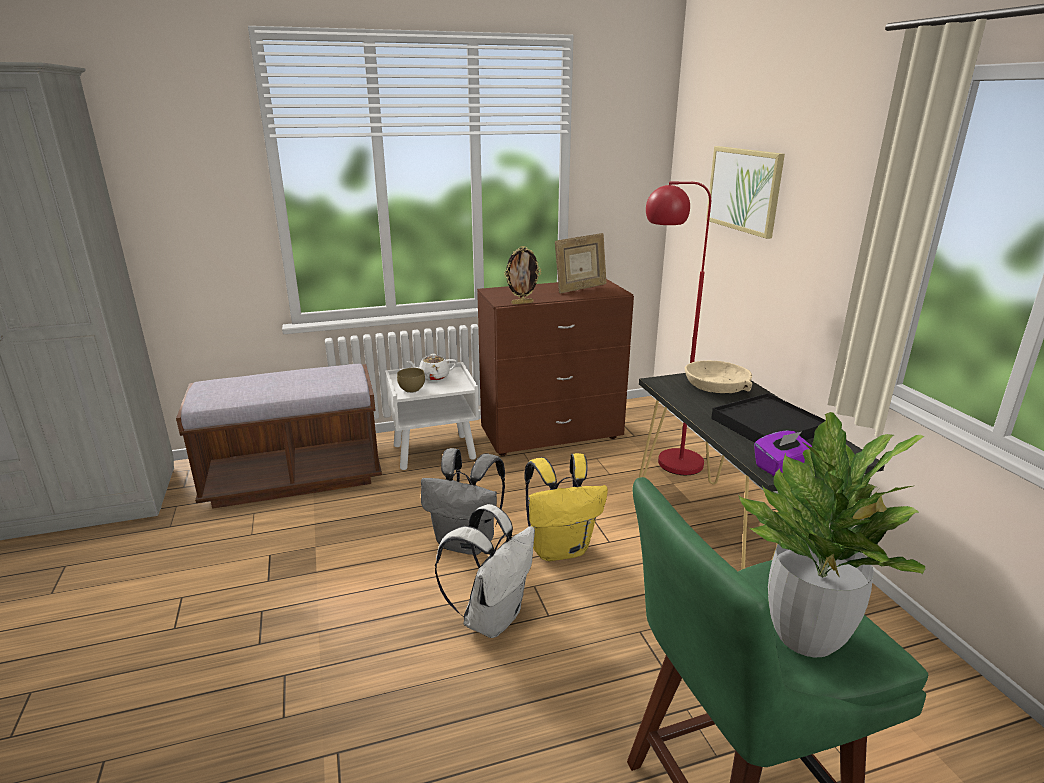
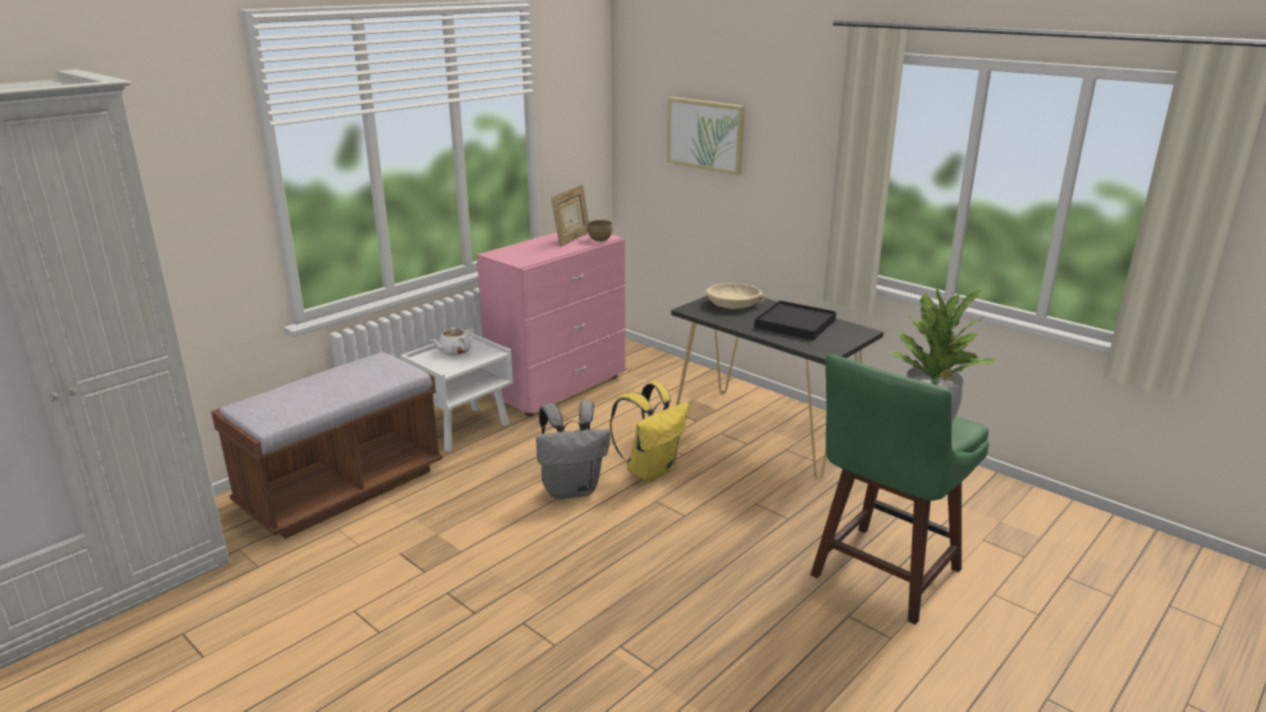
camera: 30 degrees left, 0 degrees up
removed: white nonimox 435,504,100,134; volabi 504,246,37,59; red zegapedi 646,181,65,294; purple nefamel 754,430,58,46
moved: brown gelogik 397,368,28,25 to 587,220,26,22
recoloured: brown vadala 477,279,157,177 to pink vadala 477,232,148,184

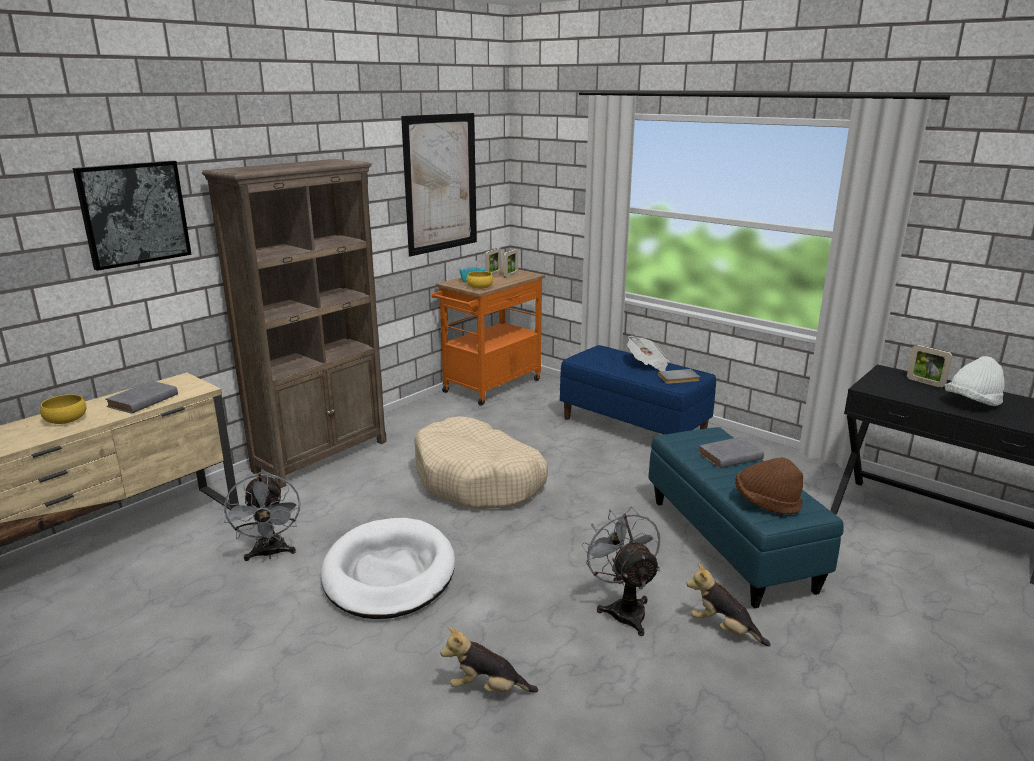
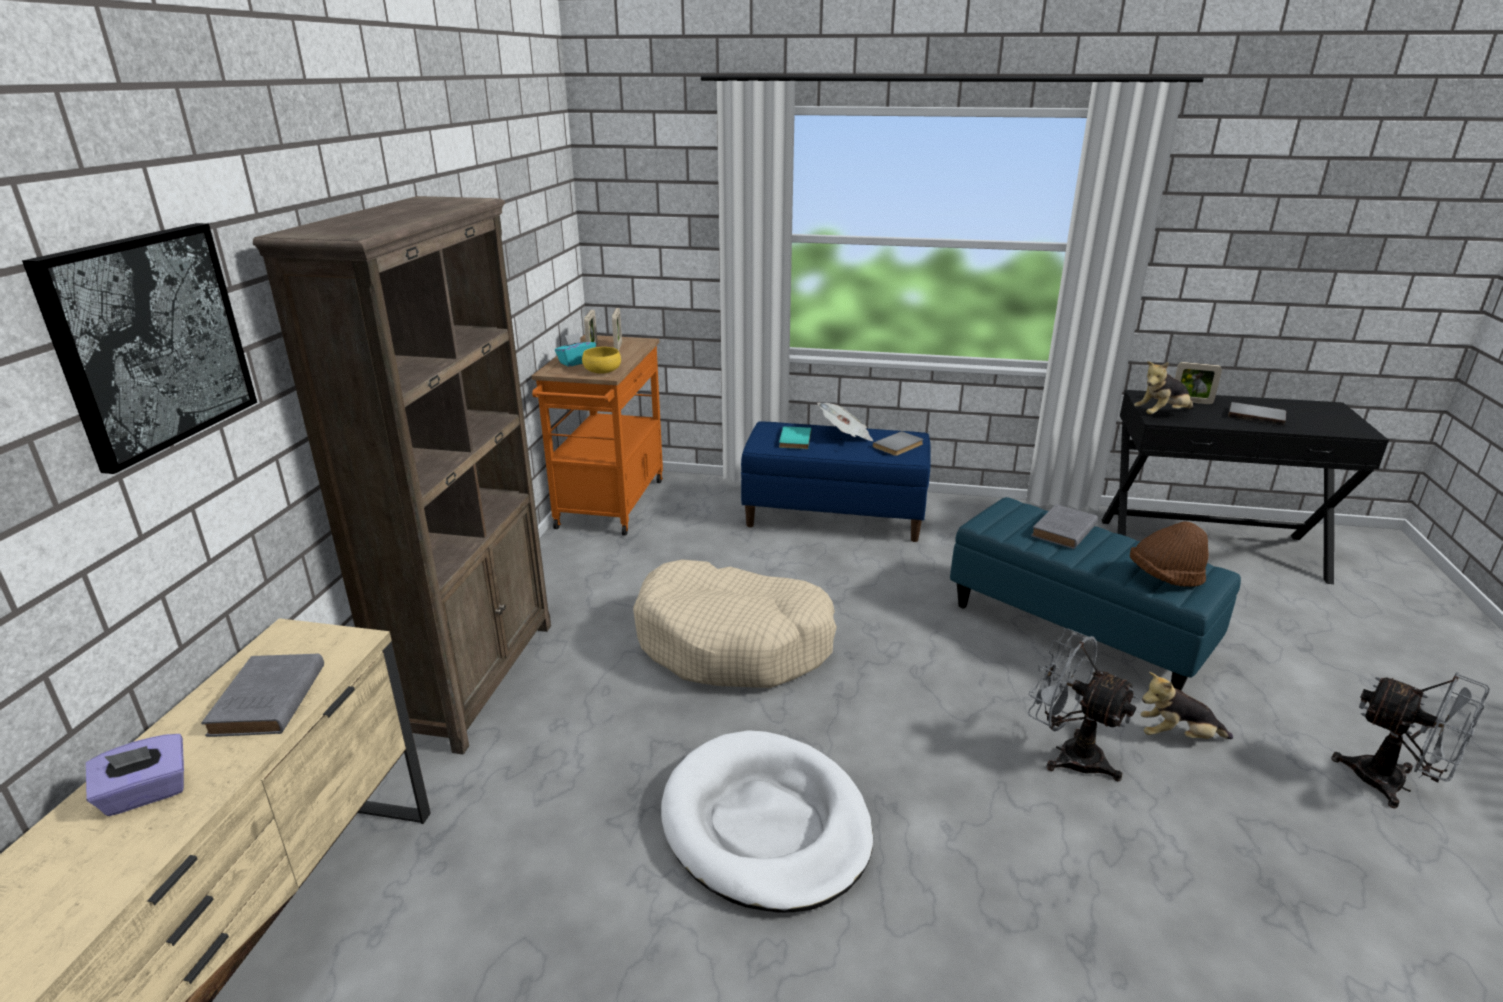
camera: 30 degrees left, 5 degrees up
removed: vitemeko 401,113,76,144
added: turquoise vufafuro 779,426,33,23
moved: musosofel 440,627,98,66 to 1134,361,59,53; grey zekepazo 224,474,76,87 to 1332,672,158,136
replaced: yellow gelogik 40,394,46,30 to purple nefamel 86,734,98,82; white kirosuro 945,356,60,50 to grey vufafuro 1228,402,58,24

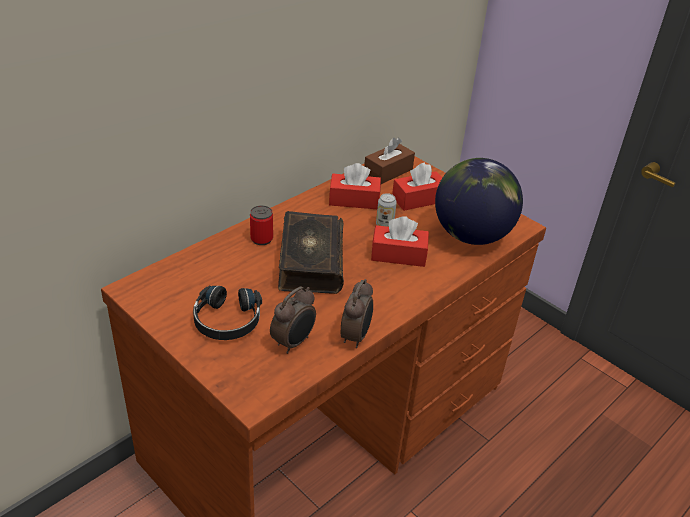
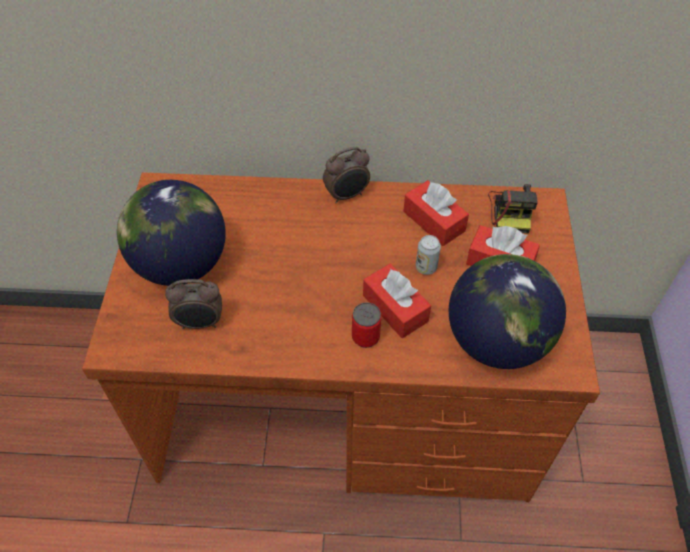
camera: 50 degrees right, 15 degrees up
removed: vufafuro 278,211,66,83
moved: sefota 341,279,32,69 to 323,147,47,57; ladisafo 250,206,23,39 to 352,302,29,46
replaced: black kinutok 193,285,69,55 to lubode 117,180,109,106; brown nefamel 364,138,51,46 to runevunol 488,184,50,50

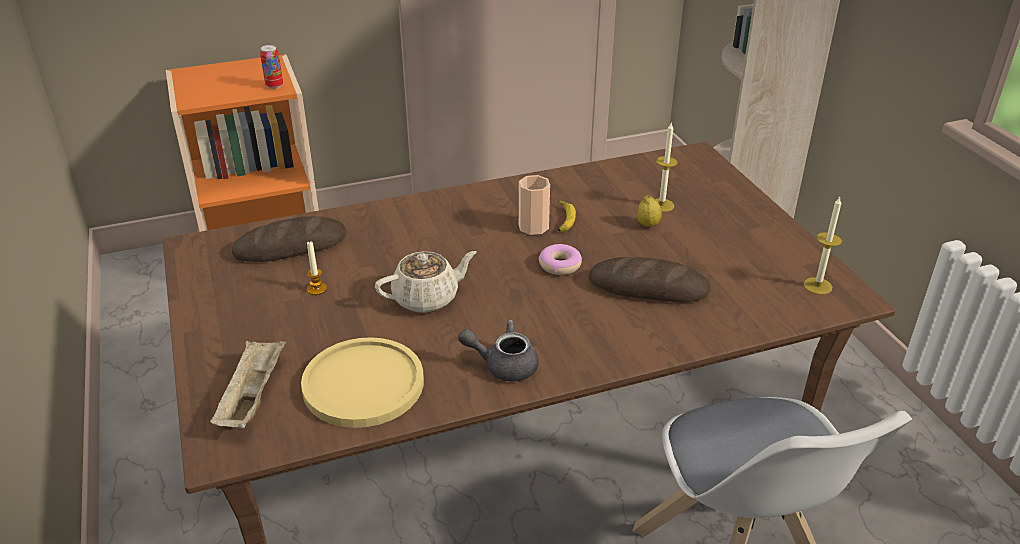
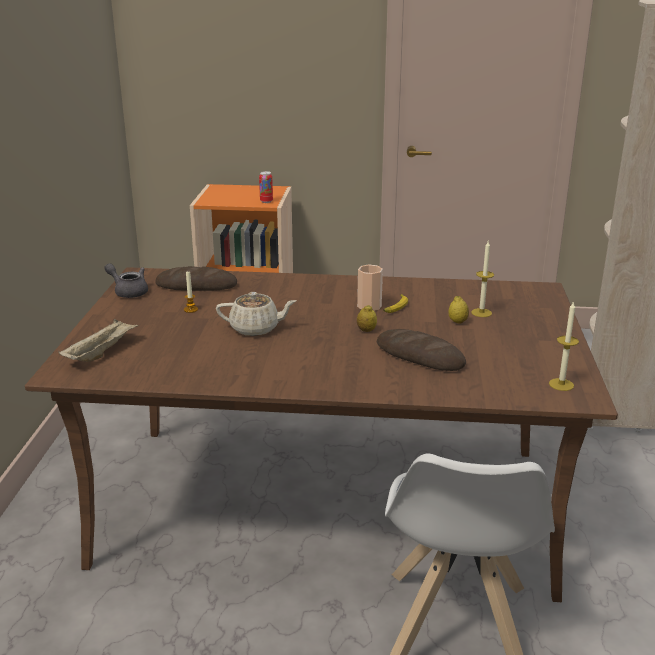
camera: 25 degrees right, 10 degrees down
removed: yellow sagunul 301,337,123,91
moved: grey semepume 458,320,81,62 to 104,263,44,35
replaced: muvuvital 538,244,44,31 to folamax 357,305,20,27

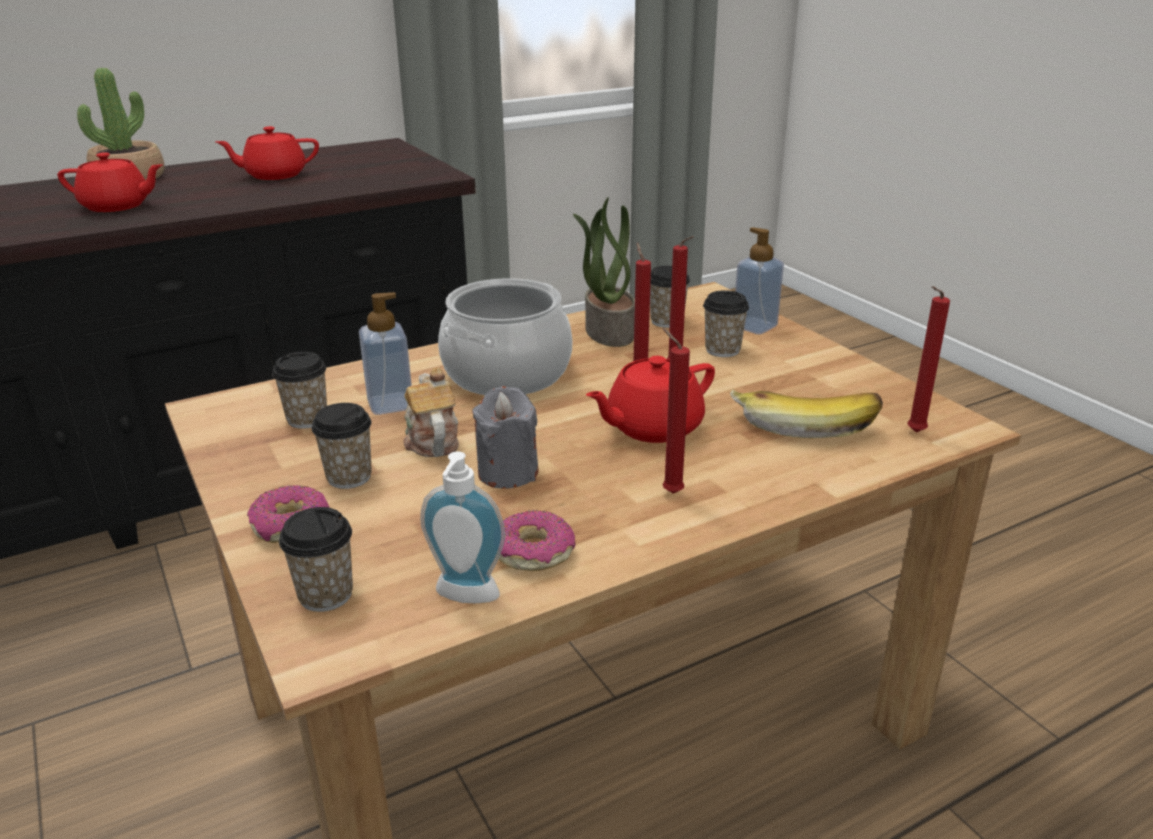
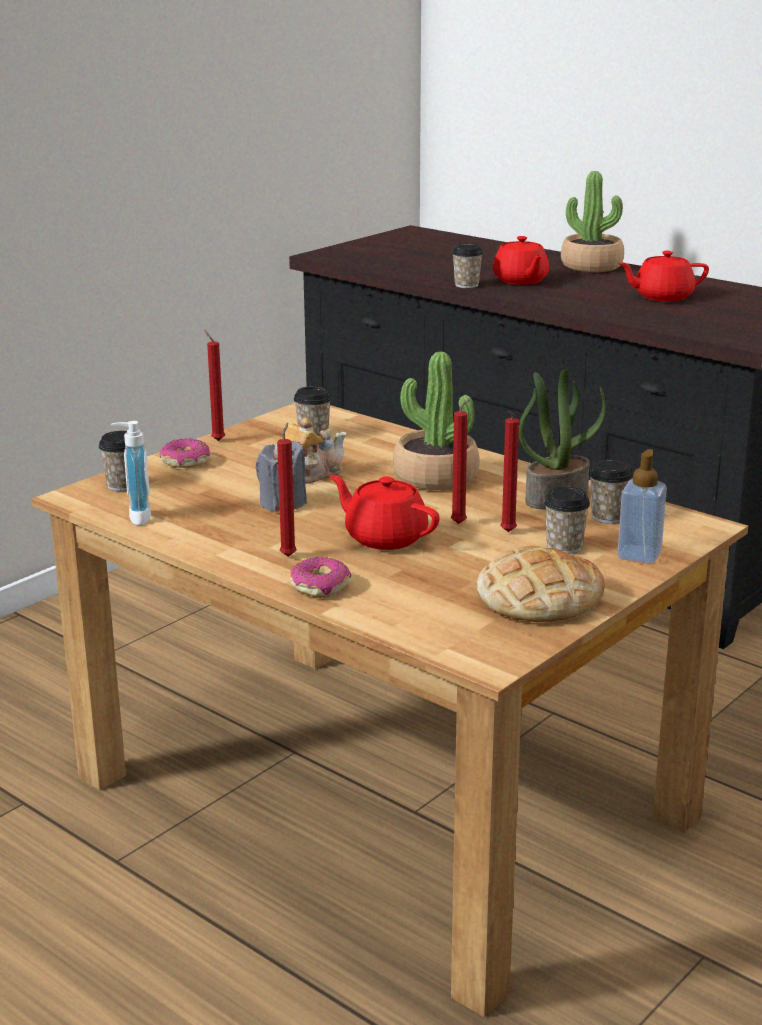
camera: 70 degrees right, 5 degrees down
removed: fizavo 359,292,53,123; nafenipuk 730,389,153,49
added: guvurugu 477,546,128,76
moved: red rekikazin 907,286,43,146 to 204,330,21,111; muvuvital 499,510,77,61 to 290,557,61,41; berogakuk 312,403,60,86 to 452,244,31,44
replaced: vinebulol 438,278,134,117 to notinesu 393,352,87,138
turned: red semepume 215,126,104,54 = 618,251,91,51 60 degrees counterclockwise

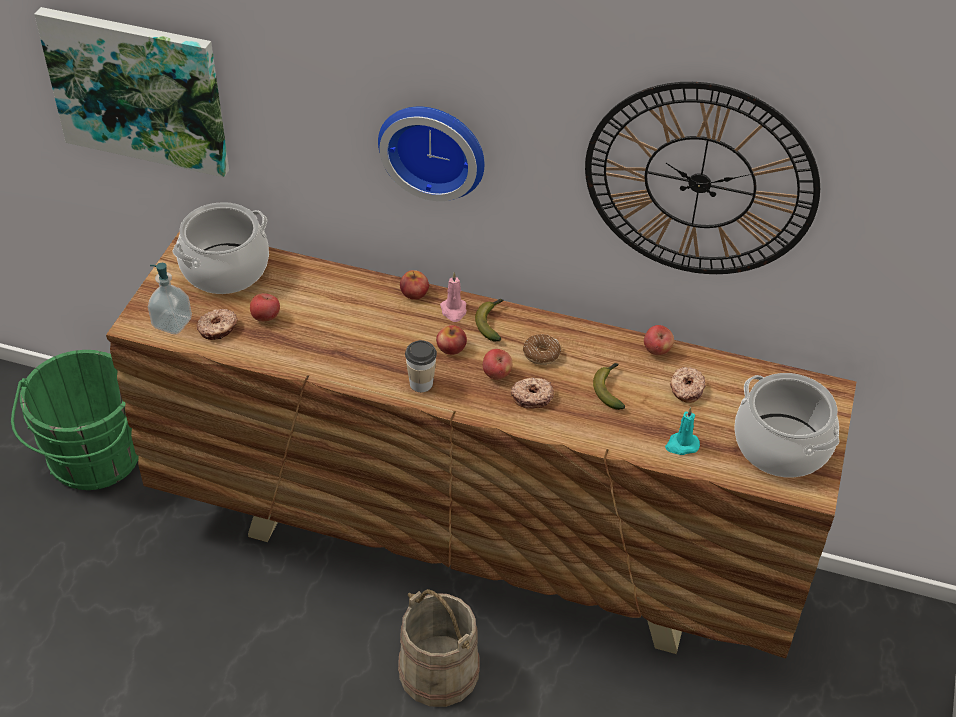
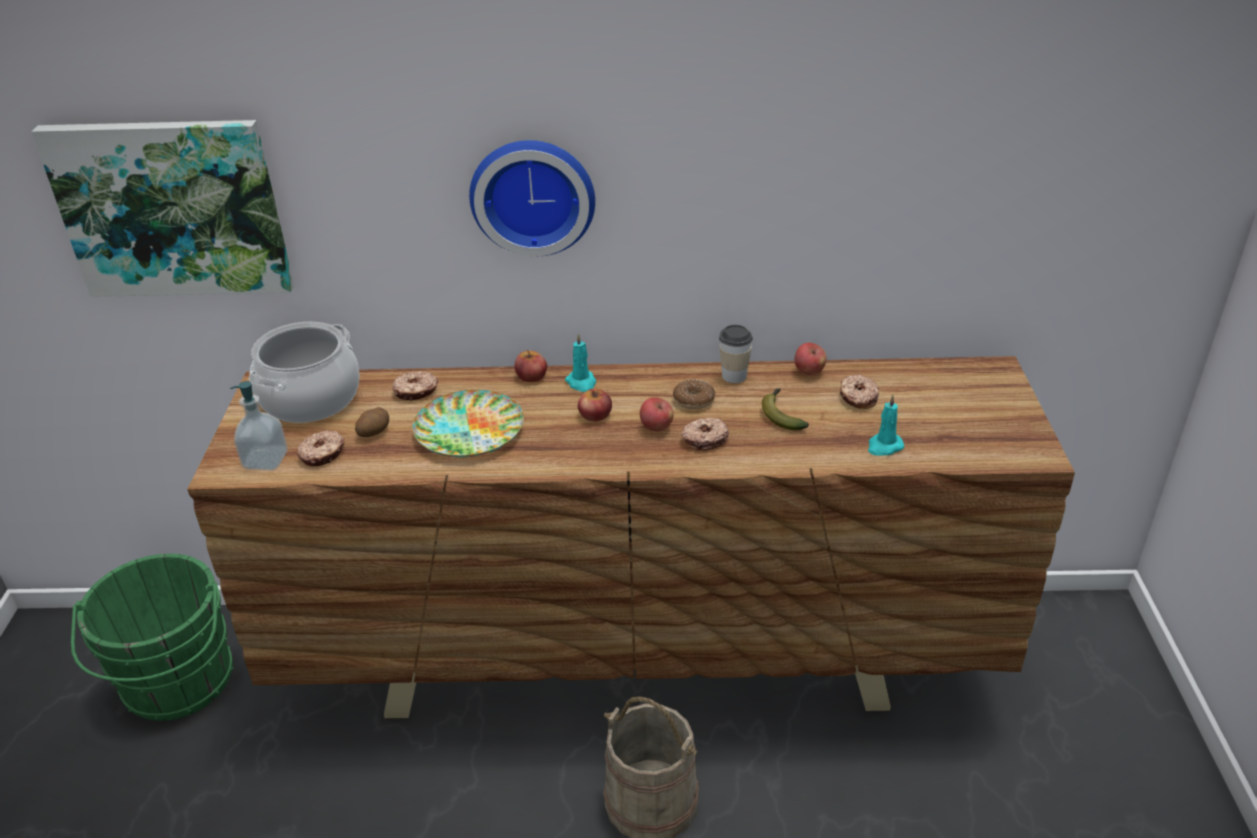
camera: 15 degrees left, 10 degrees down
removed: nafenipuk 475,299,28,42; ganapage 585,82,235,192; vinebulol 734,373,105,104
added: muvuvital 392,371,46,30; sagunul 413,390,111,68
moved: berogakuk 405,340,32,52 to 719,325,34,58
replaced: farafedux 250,293,30,29 to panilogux 355,407,34,30
recoloured: pink rekikazin 440,272,27,50 to turquoise rekikazin 565,333,31,59

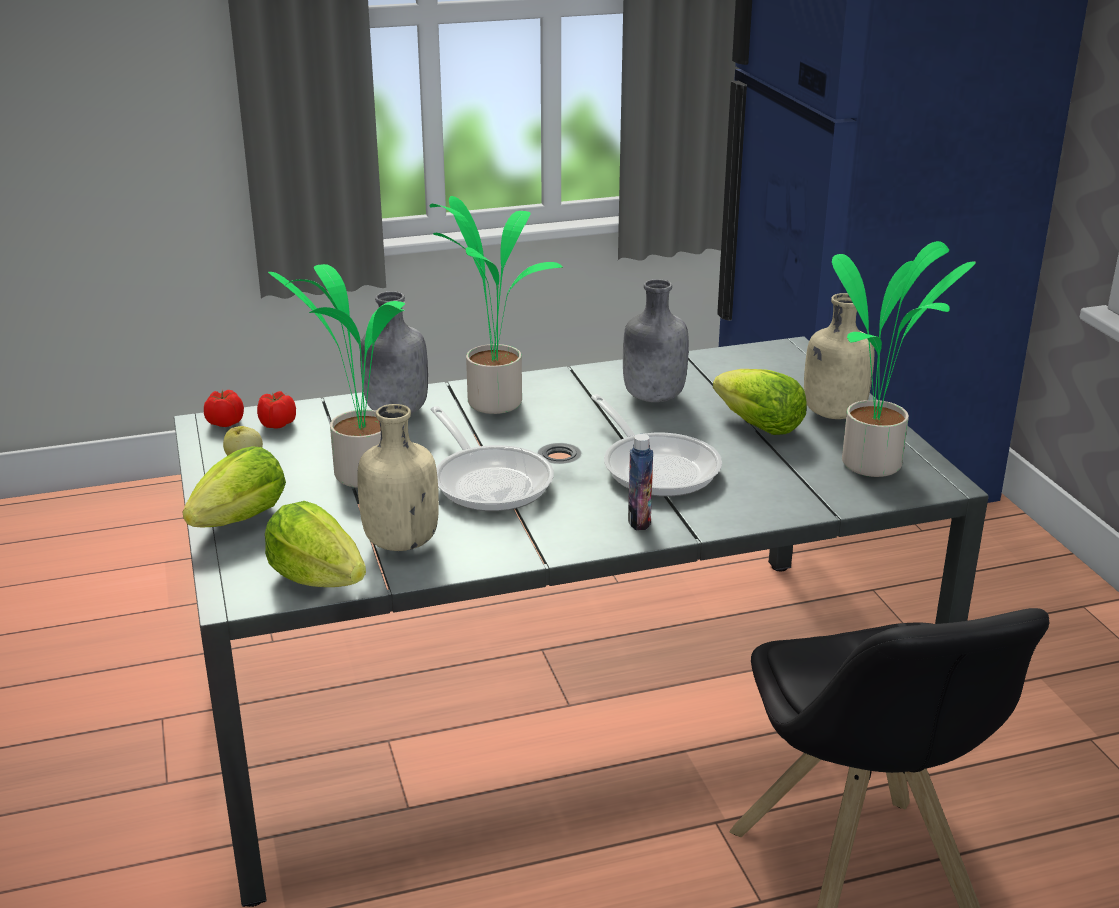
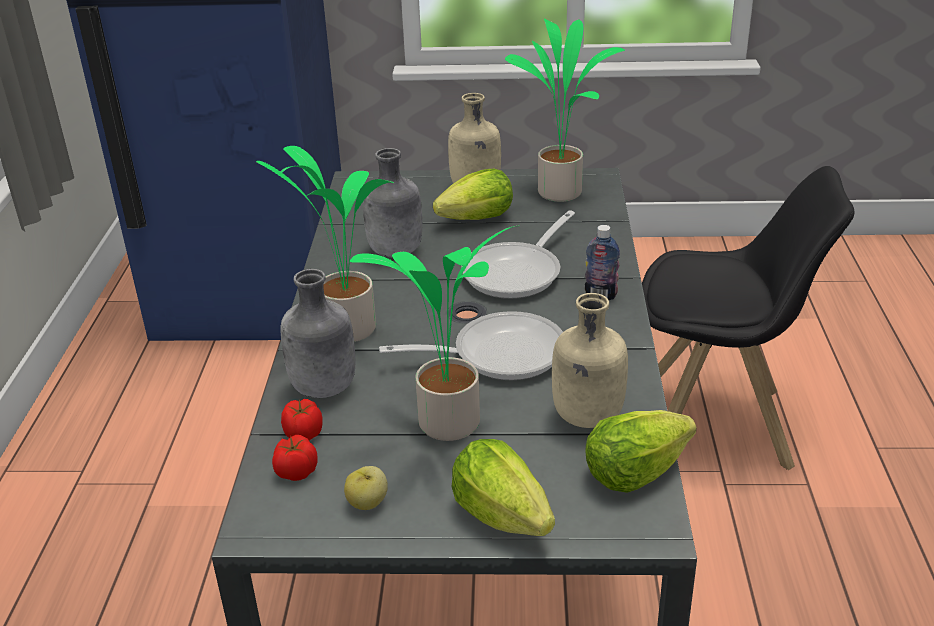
camera: 70 degrees left, 5 degrees up
moved: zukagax 204,390,40,37 to 281,399,42,41
turned: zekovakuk 591,394,131,103 = 461,210,114,89 135 degrees clockwise

